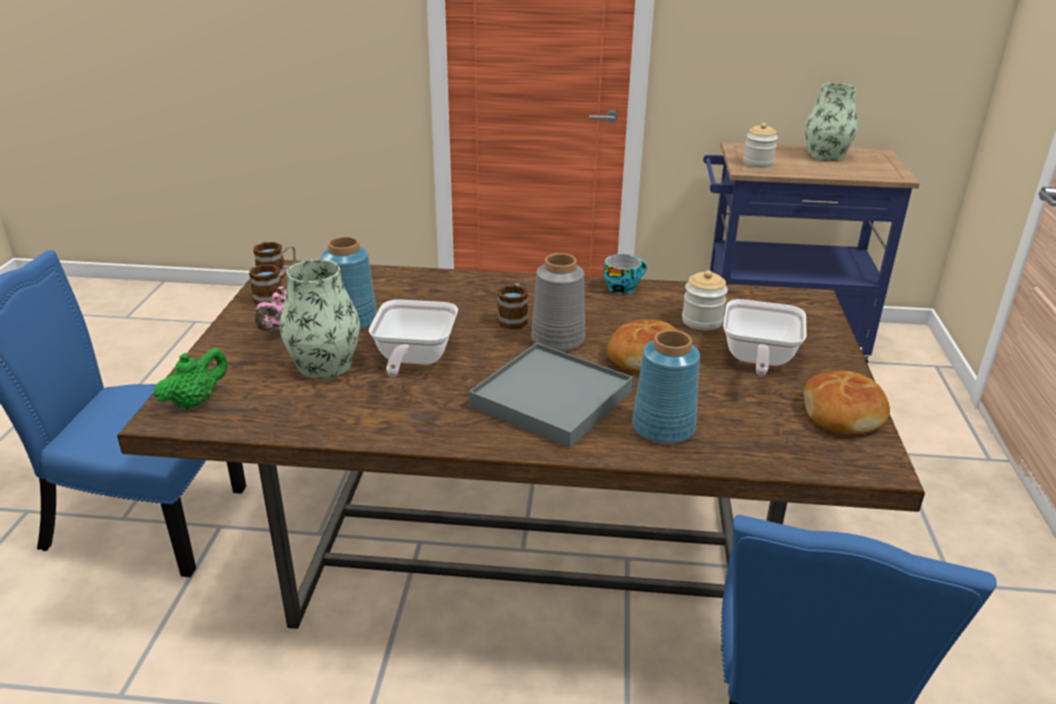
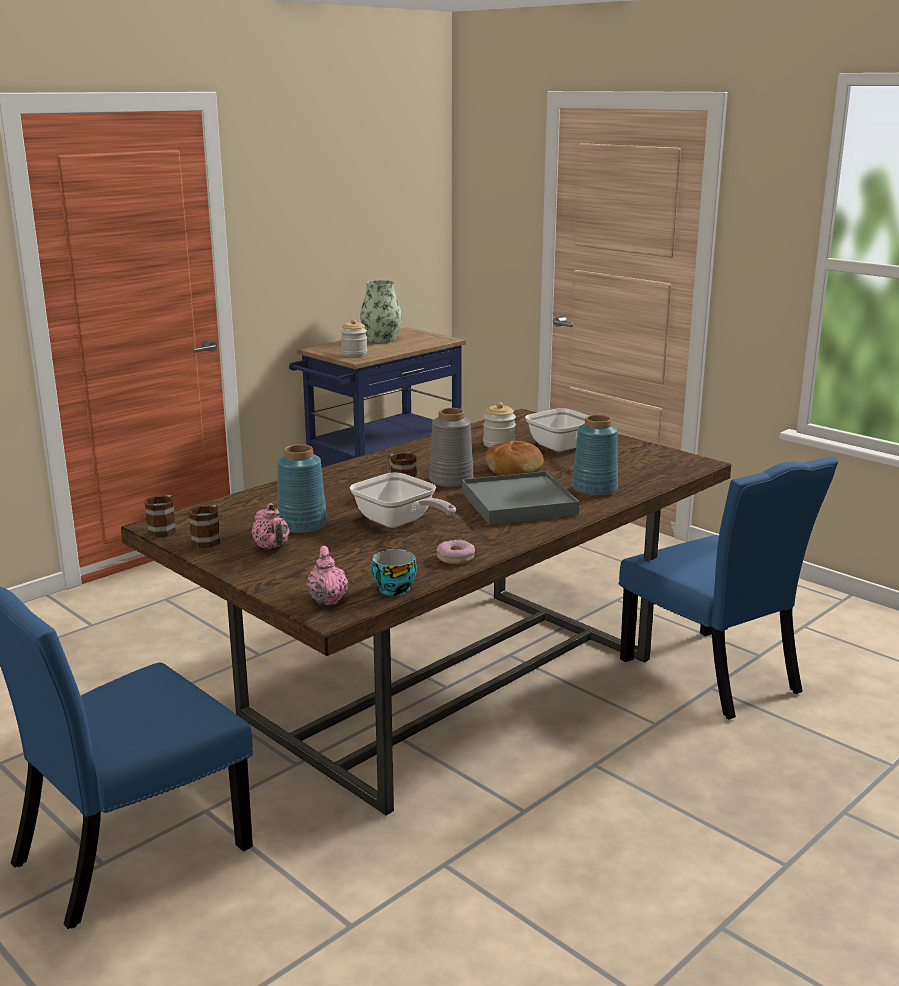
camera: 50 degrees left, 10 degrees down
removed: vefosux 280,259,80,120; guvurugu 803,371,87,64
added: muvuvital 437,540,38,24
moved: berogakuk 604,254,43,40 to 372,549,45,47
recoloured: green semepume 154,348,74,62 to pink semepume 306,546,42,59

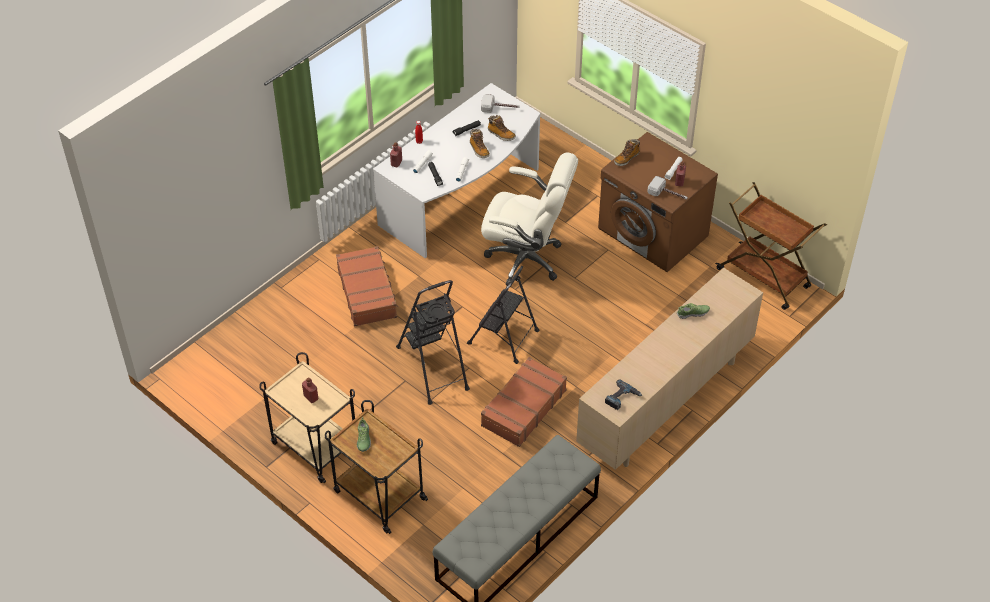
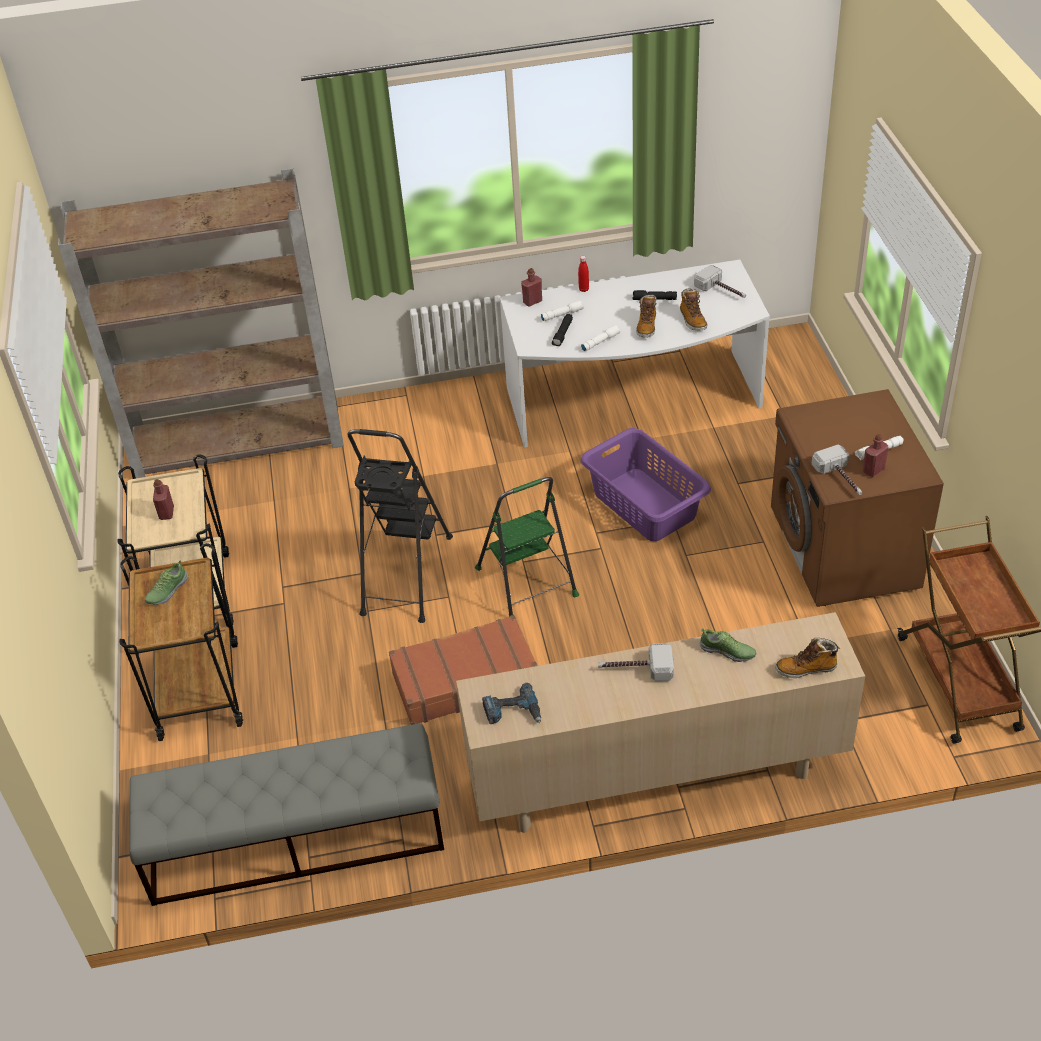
camera: 40 degrees right, 5 degrees down
removed: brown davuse 336,246,63,81
added: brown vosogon 58,169,286,309; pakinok 598,643,76,39
moved: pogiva 614,139,26,27 to 776,638,64,40
replaced: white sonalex 481,153,97,134 to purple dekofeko 581,428,130,113
recoloured: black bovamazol 467,266,72,98 to green bovamazol 475,477,104,139

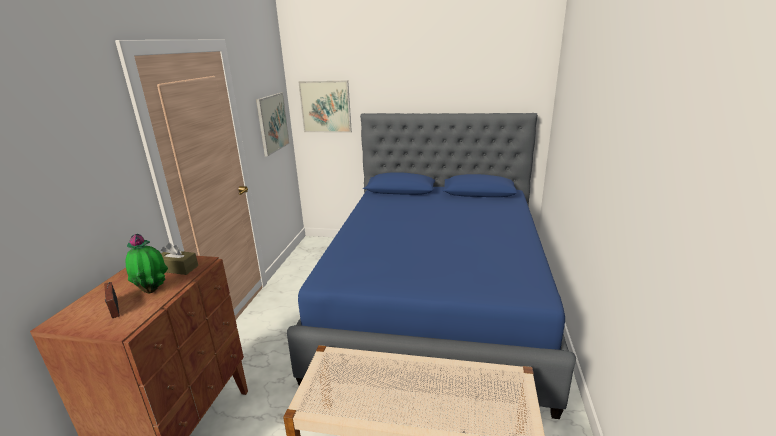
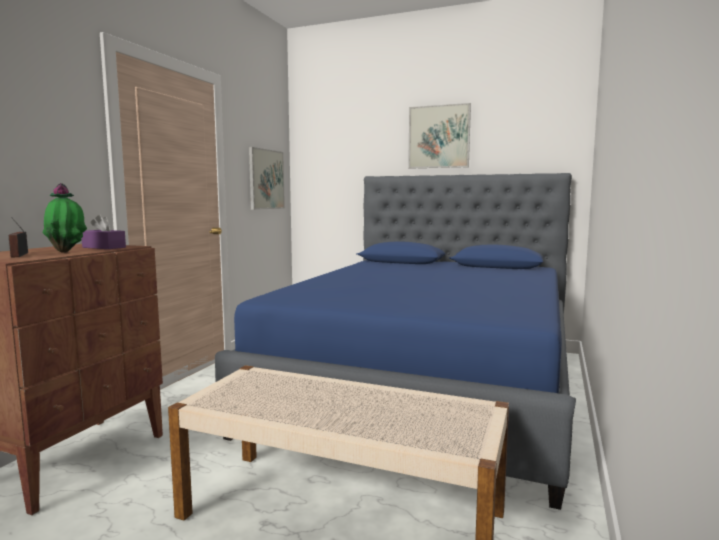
camera: 10 degrees right, 15 degrees down
moved: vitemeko 298,81,54,52 to 408,103,63,66
recoloured: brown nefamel 161,243,37,32 to purple nefamel 82,215,44,34

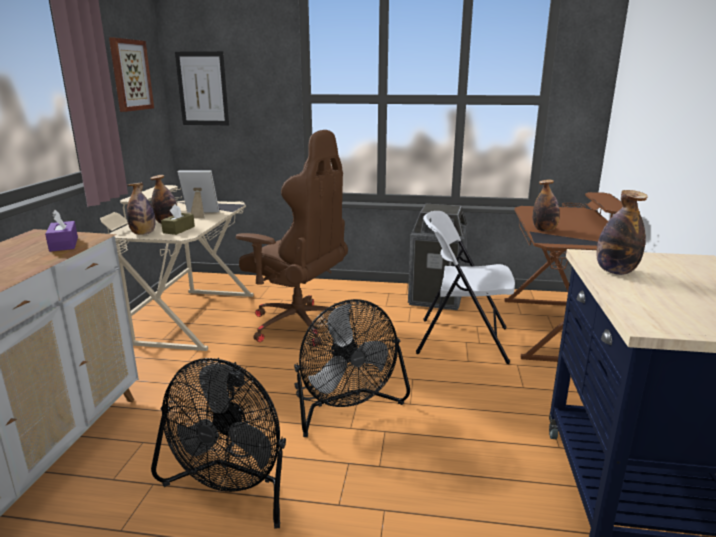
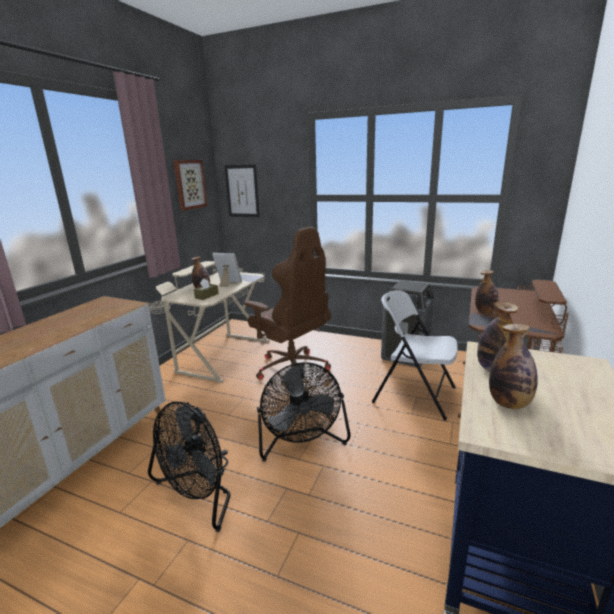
camera: 15 degrees right, 0 degrees up
removed: purple nefamel 45,210,33,42
moved: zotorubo 127,182,29,53 to 489,324,49,85

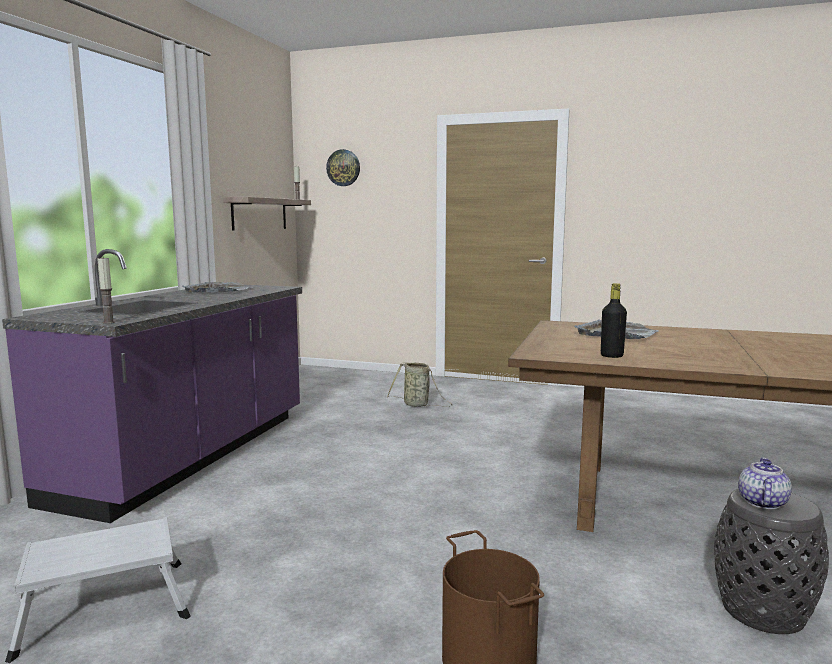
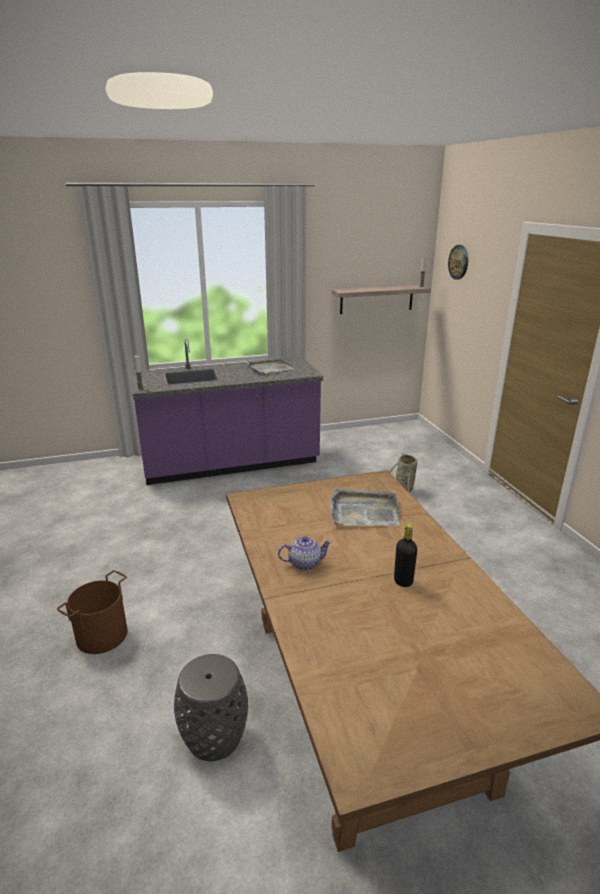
camera: 55 degrees right, 15 degrees up
removed: white bovamazol 5,517,186,146
moved: semepume 738,458,54,51 to 278,536,54,34; black zotorubo 601,283,26,75 to 394,523,23,64

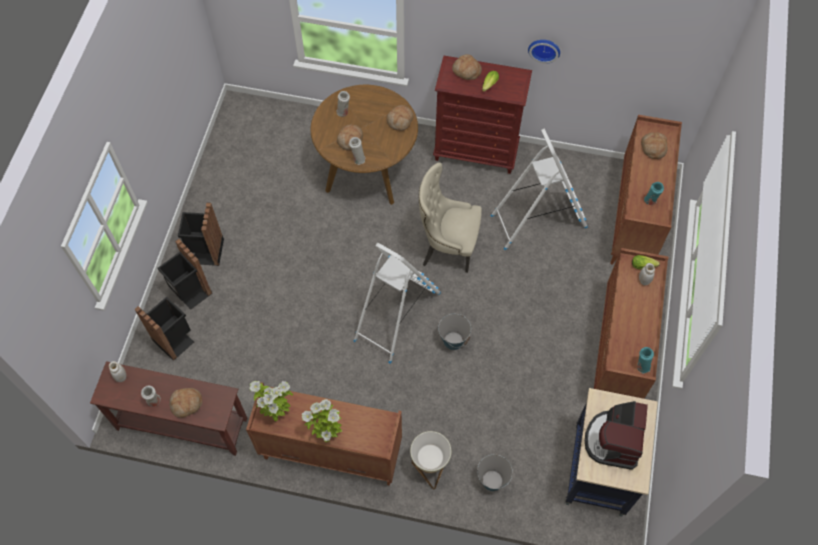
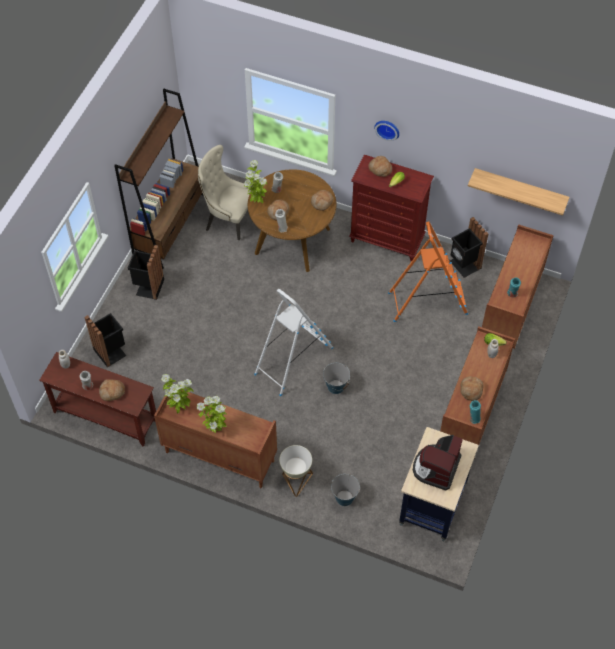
camera: 10 degrees right, 5 degrees down
added: brown vosogon 114,89,90,180; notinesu 244,160,23,43; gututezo 468,168,101,48
moved: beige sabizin 419,162,63,111 to 198,145,53,96; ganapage 528,40,32,23 to 374,121,25,20; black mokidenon 158,239,54,71 to 450,217,38,61; guvurugu 641,132,26,27 to 460,376,24,25
recoloured: white bovamazol 491,128,97,122 to orange bovamazol 388,221,80,101

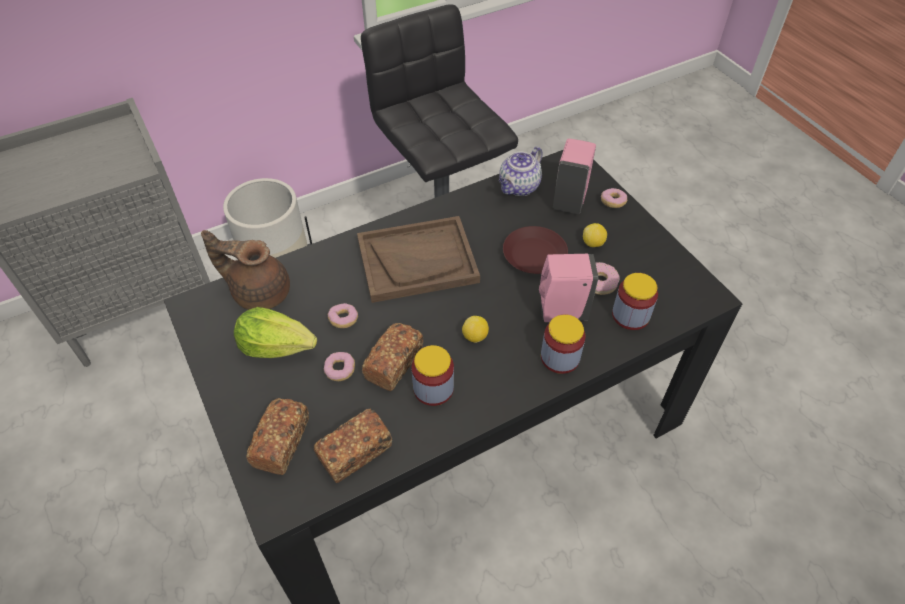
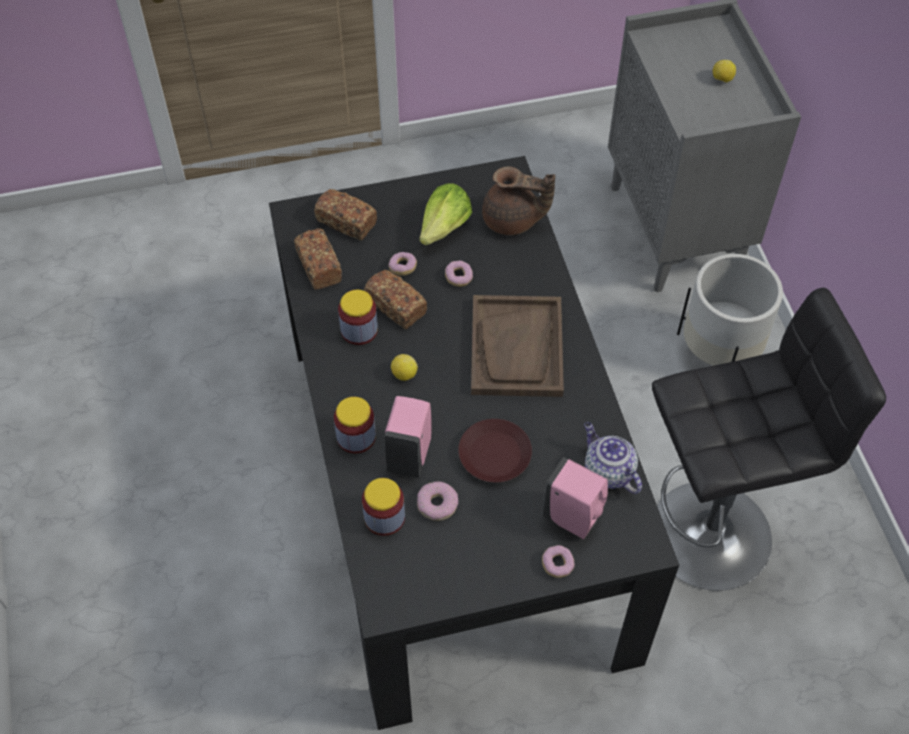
camera: 105 degrees right, 5 degrees up
moved: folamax 583,223,24,24 to 713,60,23,23
turned: brown semepume 201,230,89,80 = 482,166,73,69 75 degrees clockwise

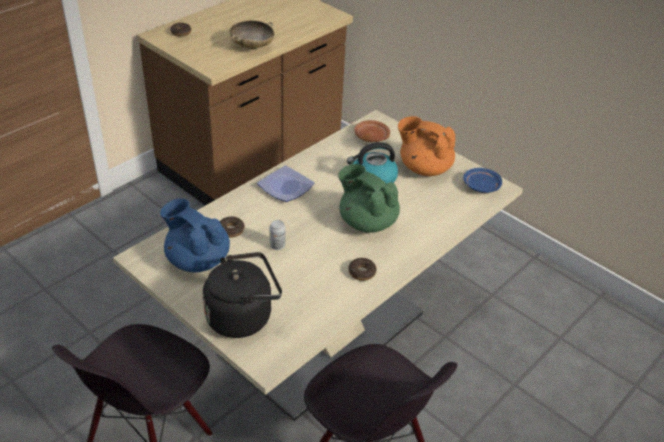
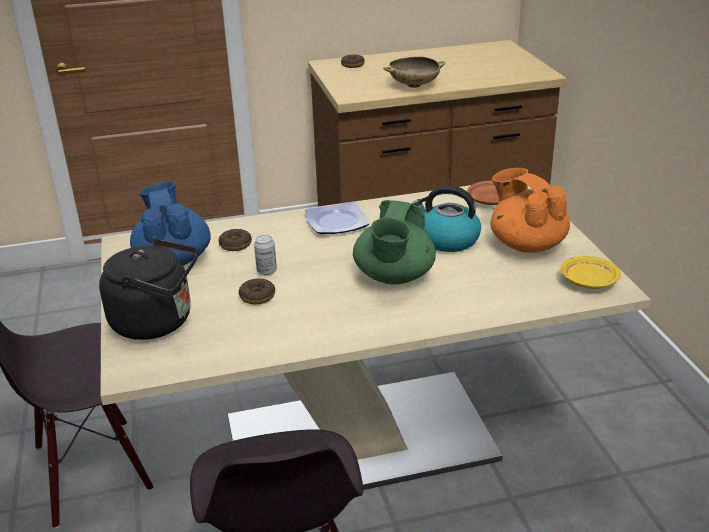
camera: 35 degrees right, 10 degrees down
moved: muvuvital 348,258,29,23 to 239,278,36,26
recoloured: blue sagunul 463,168,39,25 to yellow sagunul 561,256,60,33
turned: green semepume 338,164,62,69 = 353,200,83,85 150 degrees counterclockwise

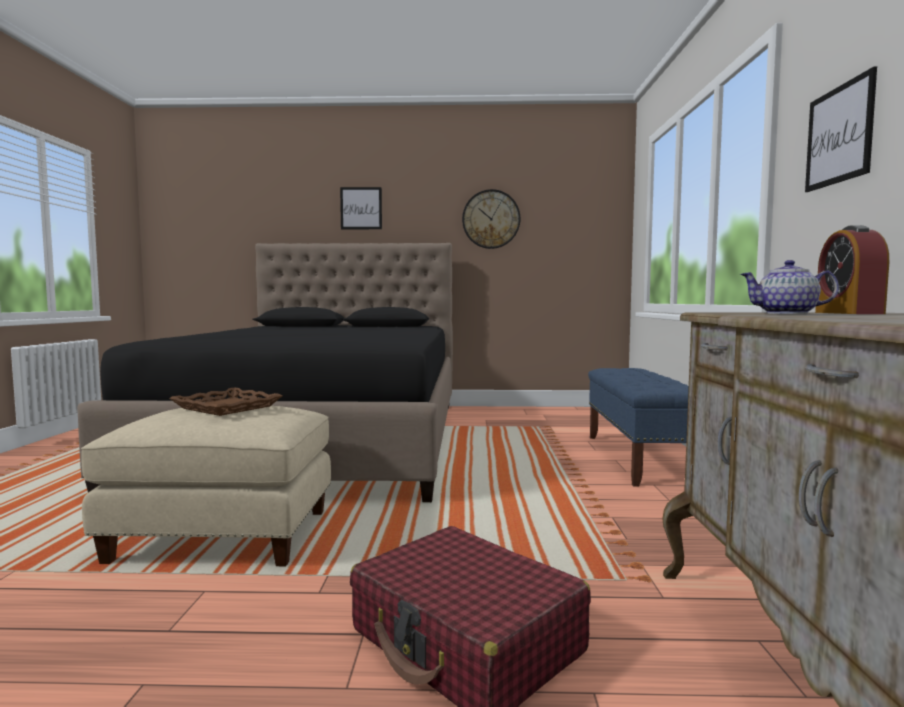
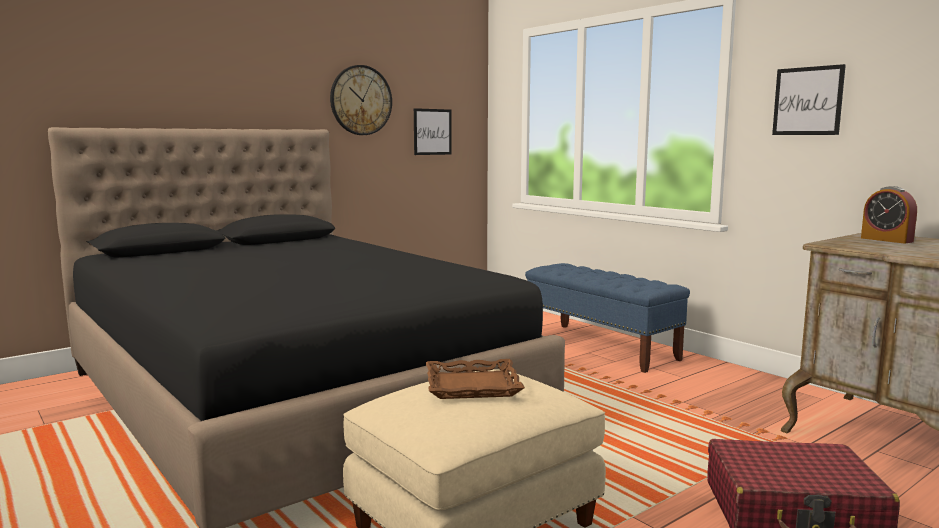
camera: 40 degrees left, 5 degrees up
removed: semepume 740,260,99,54
moved: vitemeko 340,187,42,42 to 414,108,38,47

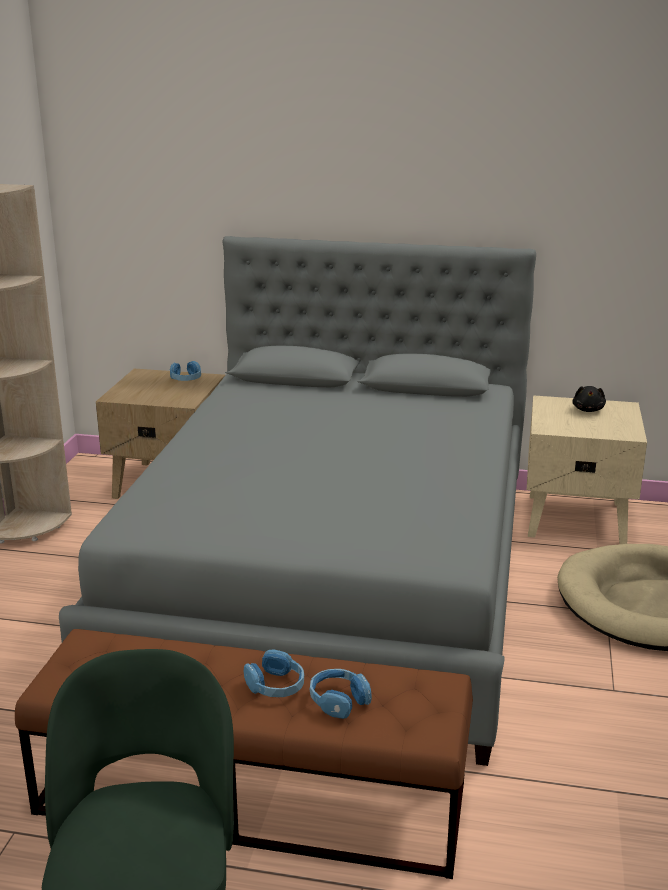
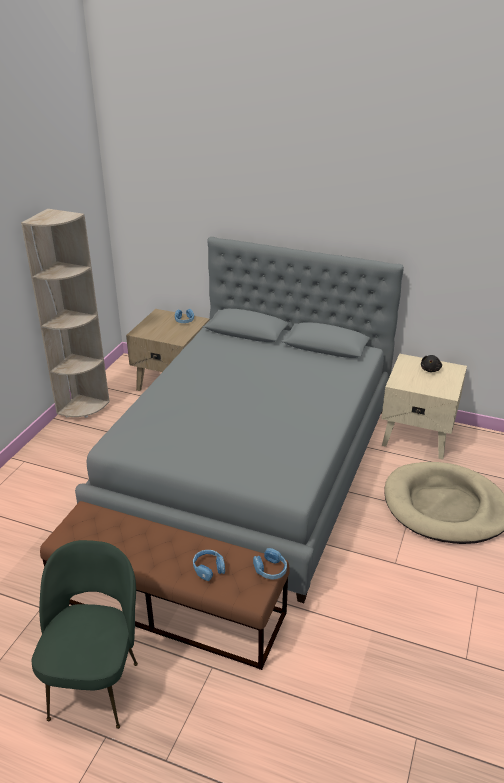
camera: 10 degrees right, 10 degrees up
moved: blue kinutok 244,649,60,48 to 253,548,34,32

